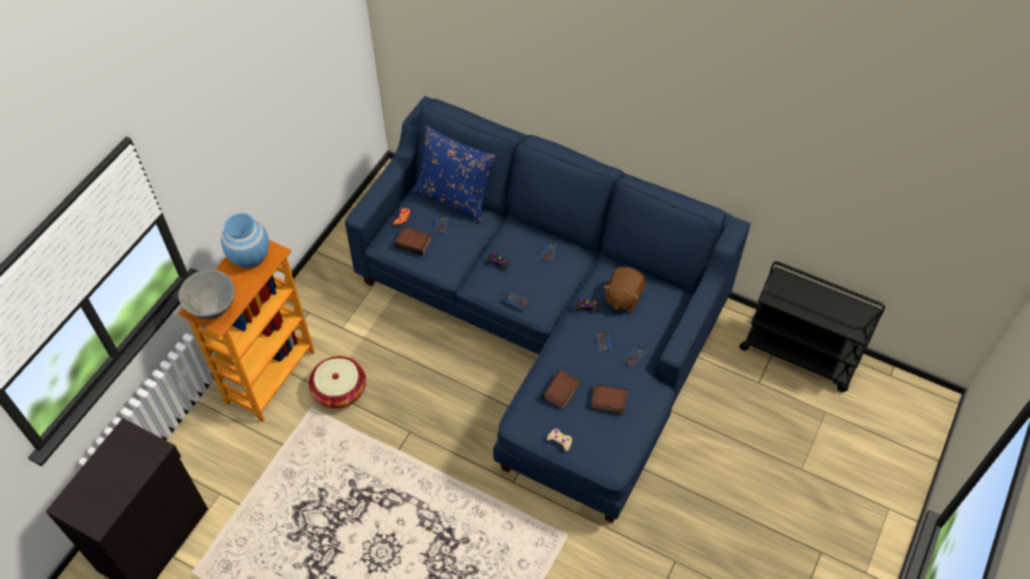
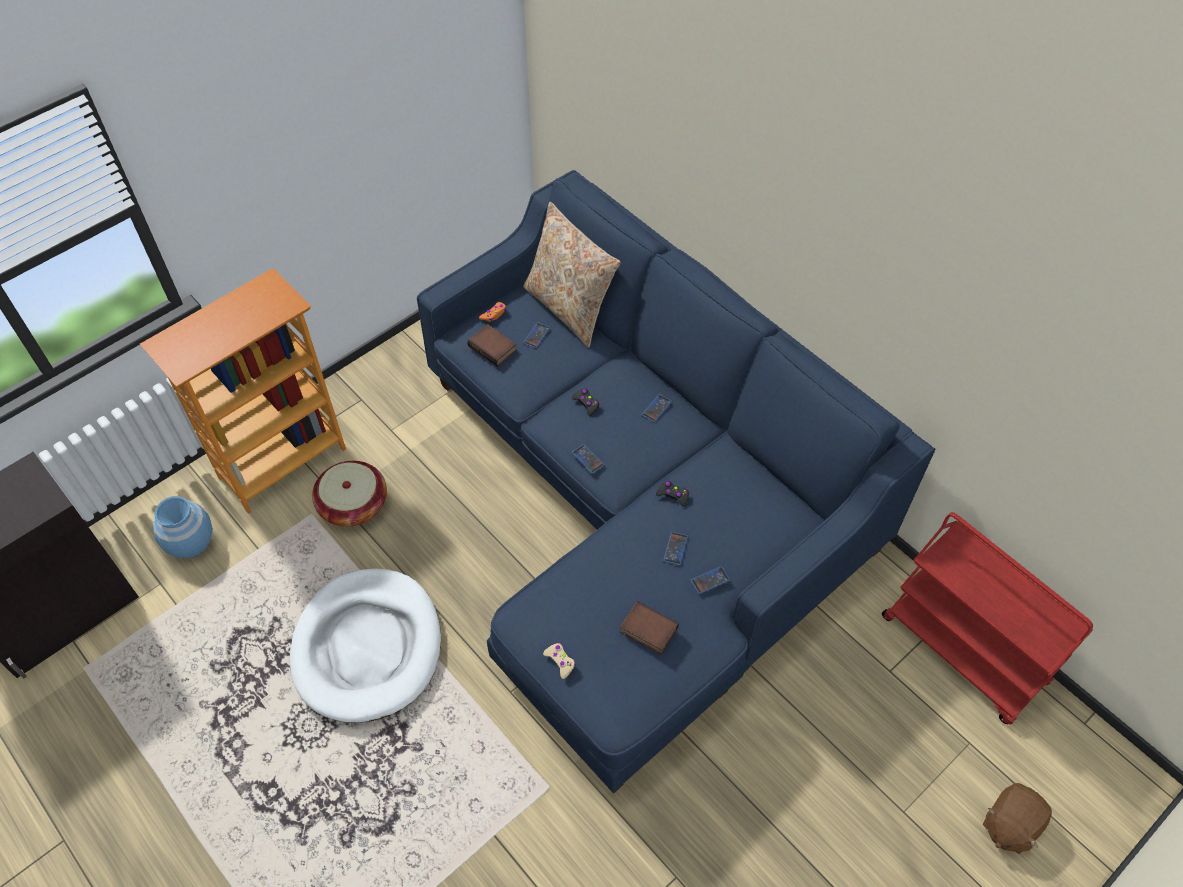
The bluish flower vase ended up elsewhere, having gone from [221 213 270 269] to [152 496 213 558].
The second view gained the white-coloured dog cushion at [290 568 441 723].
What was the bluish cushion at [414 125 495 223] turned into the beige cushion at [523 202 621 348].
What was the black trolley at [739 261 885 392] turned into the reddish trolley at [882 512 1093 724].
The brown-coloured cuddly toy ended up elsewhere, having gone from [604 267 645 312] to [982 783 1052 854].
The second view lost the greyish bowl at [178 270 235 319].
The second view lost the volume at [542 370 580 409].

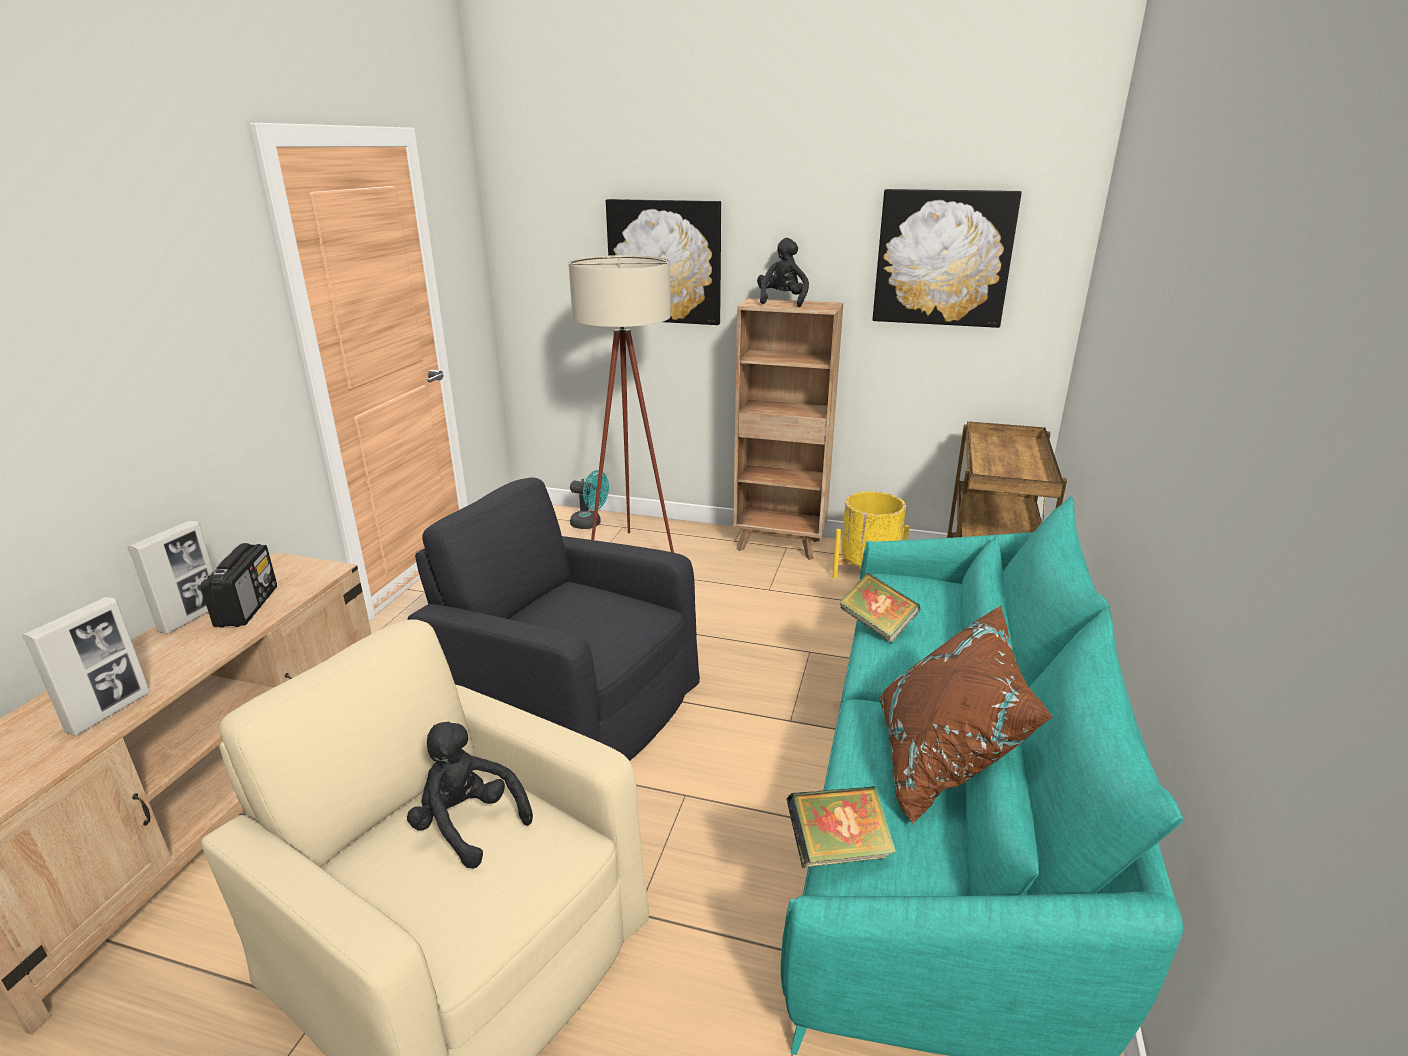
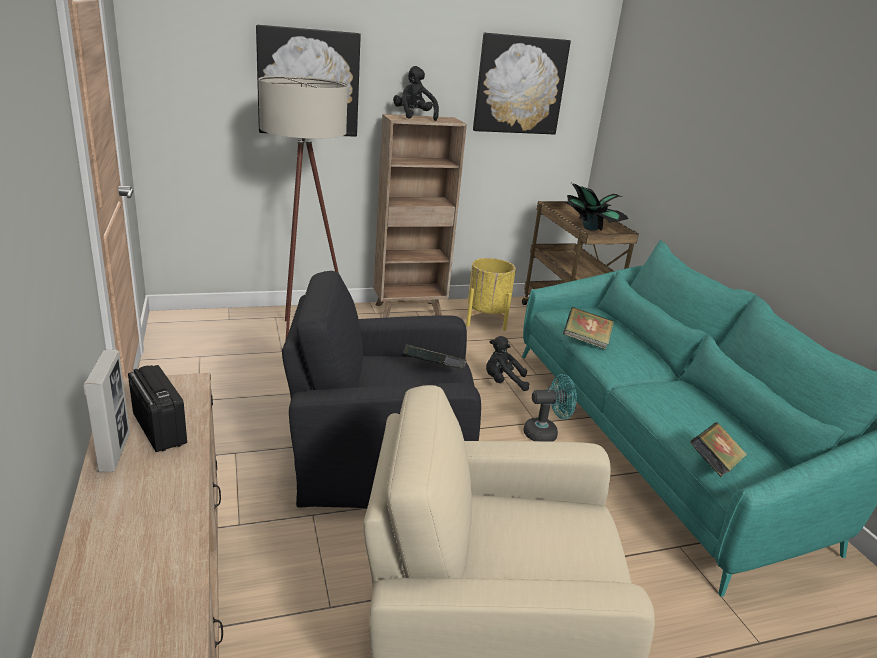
The second view gained the volume at [403 345 467 369].
The black cuddly toy ended up elsewhere, having gone from [407 722 533 869] to [486 336 529 391].
The blue-green fan ended up elsewhere, having gone from [570 470 609 529] to [523 374 577 442].
The second view gained the potted plant at [564 183 628 231].
The second view lost the standing frame at [22 597 150 736].
The second view lost the brown-coloured cushion at [880 605 1053 824].

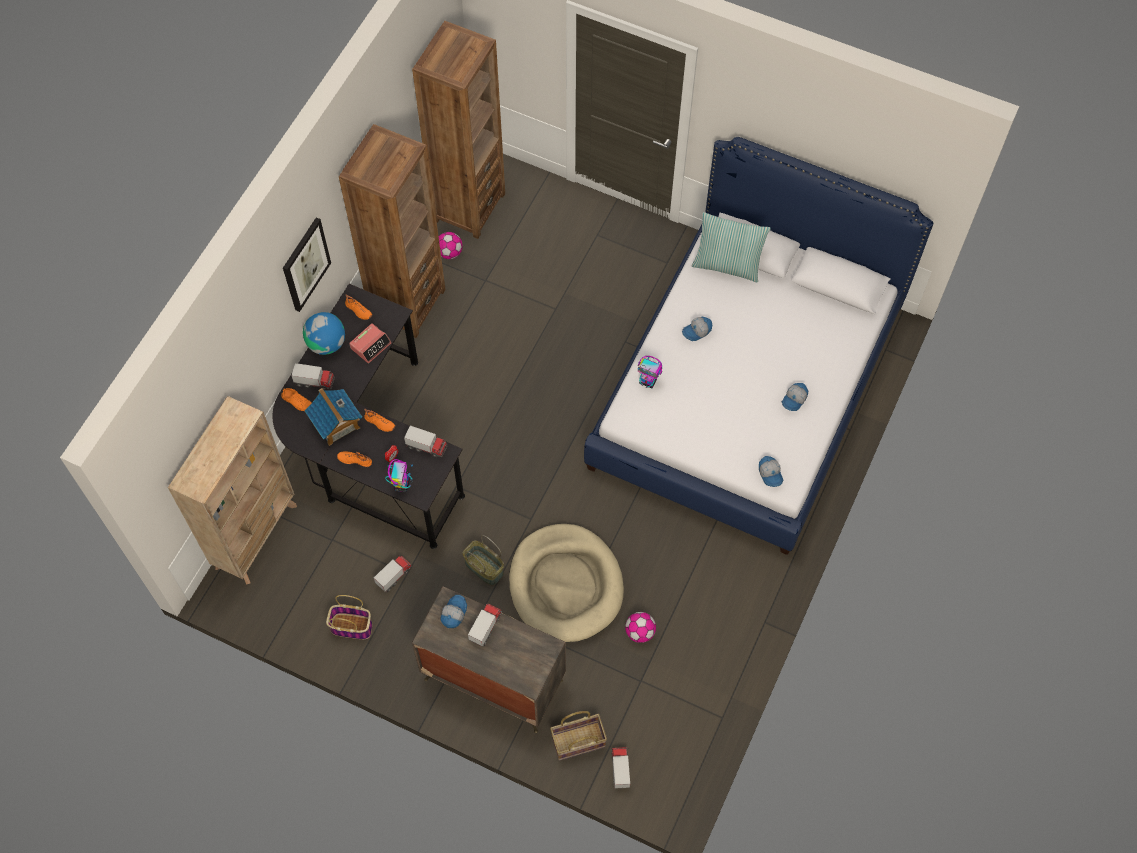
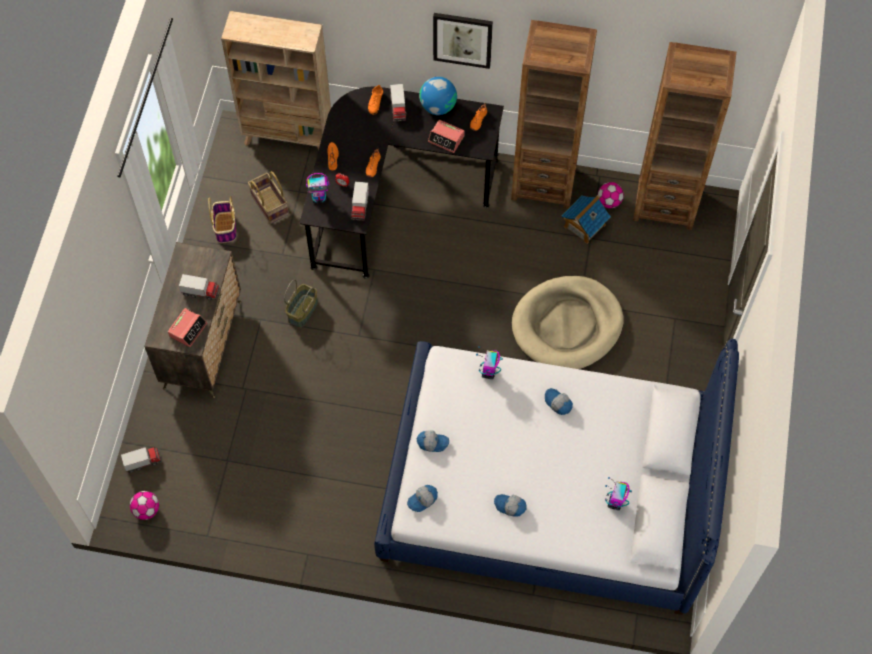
The football ball ended up elsewhere, having gone from [625 612 656 643] to [130 491 159 520].
The second view gained the table clock at [168 308 207 347].
The basket ended up elsewhere, having gone from [550 711 607 761] to [248 171 289 224].
The cap ended up elsewhere, having gone from [440 595 467 628] to [417 430 449 452].
The beige dog cushion ended up elsewhere, having gone from [509 524 624 642] to [512 276 624 369].
The model house ended up elsewhere, having gone from [305 388 362 446] to [561 195 611 244].
The second view gained the toy robot at [605 477 632 510].
The second view lost the model truck at [374 555 412 593].
The second view lost the cushion at [692 212 771 282].

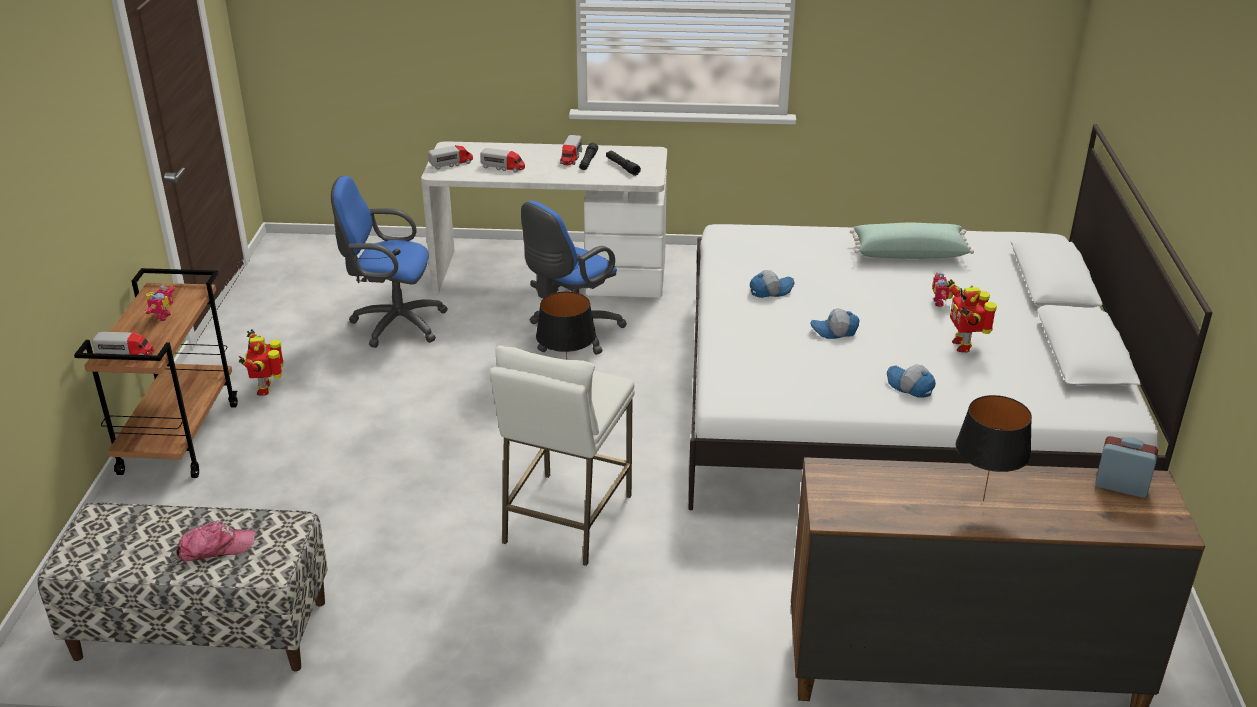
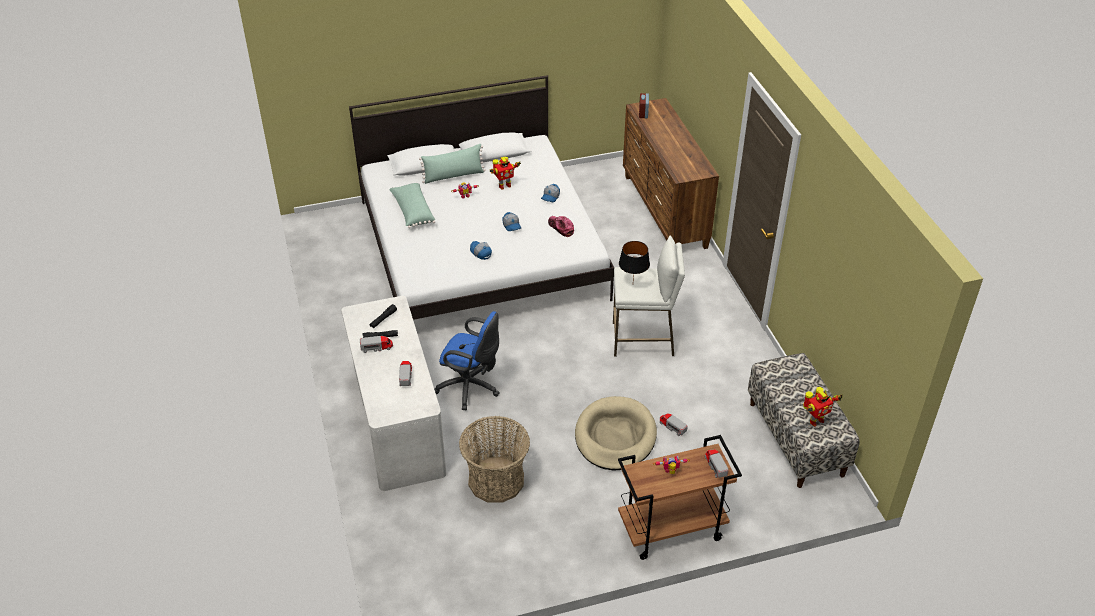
The second view gained the greenish cushion at [419 144 486 184].
Where the bluish office chair stood at [331 176 448 348], the basket came to stand at [459 416 530 503].
The cap ended up elsewhere, having gone from [176 521 255 562] to [548 216 574 237].
The second view gained the beige dog cushion at [575 396 657 471].
The model truck ended up elsewhere, having gone from [428 145 473 170] to [660 413 688 436].
The toy robot ended up elsewhere, having gone from [239 329 284 396] to [803 387 843 427].
The second view lost the black tabletop lamp at [956 395 1032 502].

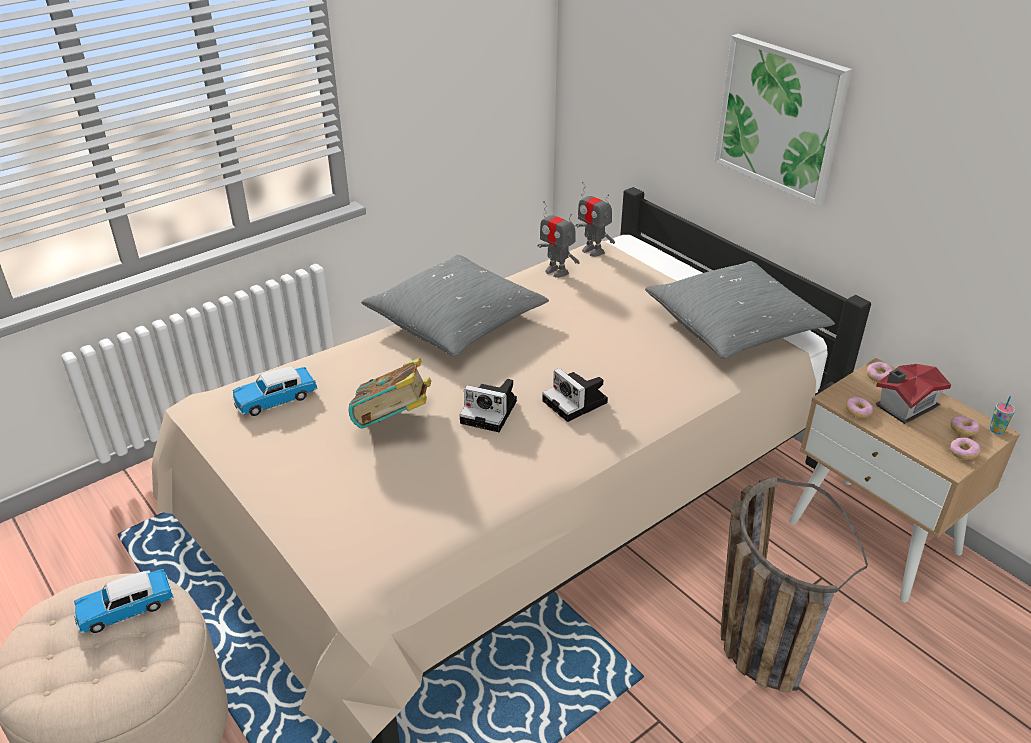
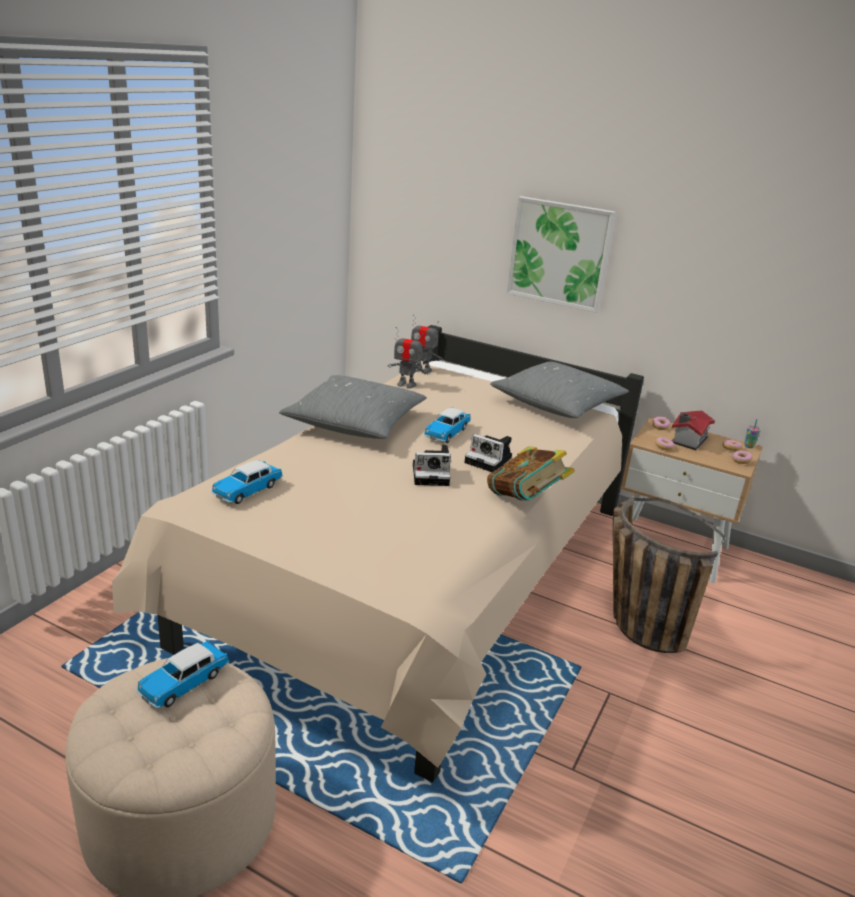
The second view gained the miniature car at [424 408 471 443].
The volume ended up elsewhere, having gone from [349 357 431 428] to [487 446 575 501].

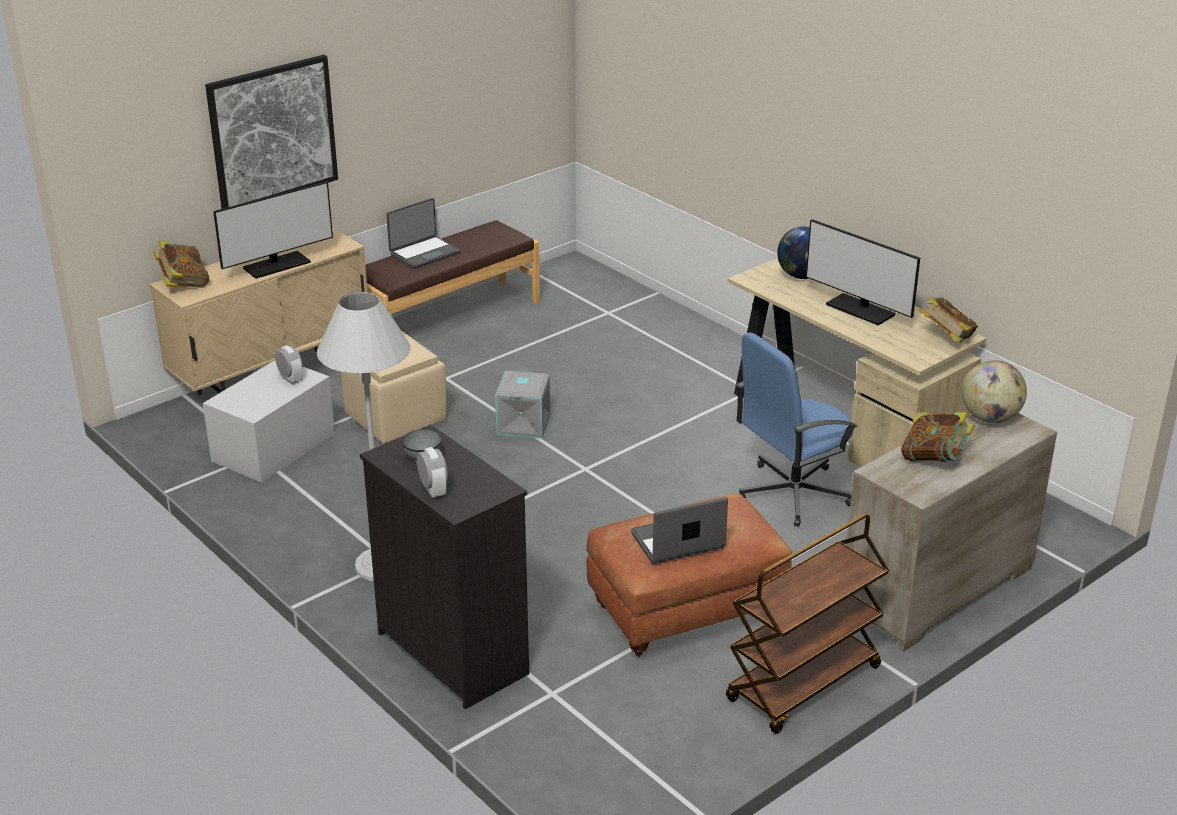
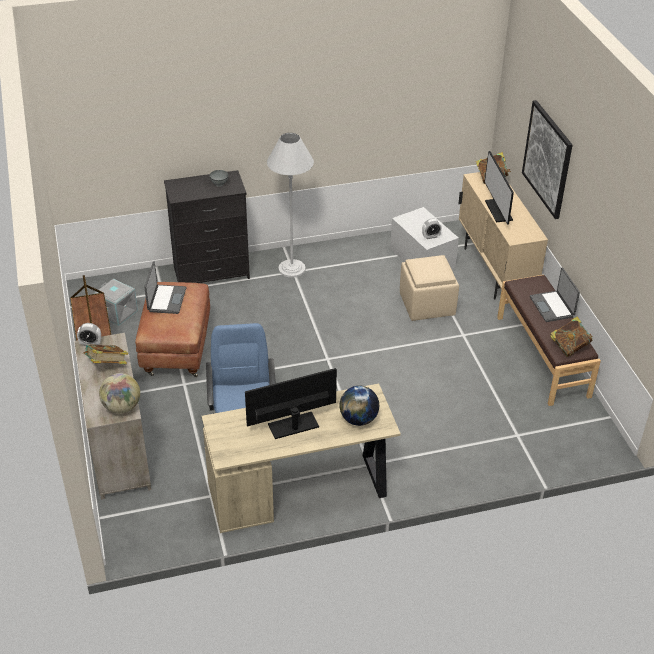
The table clock ended up elsewhere, having gone from [417 447 448 498] to [77 323 101 346].
The greyish storage container ended up elsewhere, having gone from [495 370 550 438] to [94 279 138 326].
The volume ended up elsewhere, having gone from [919 297 978 343] to [550 317 593 357].

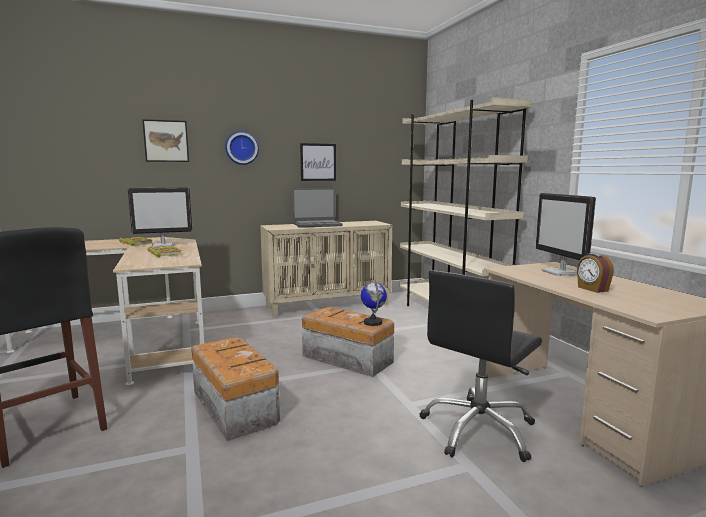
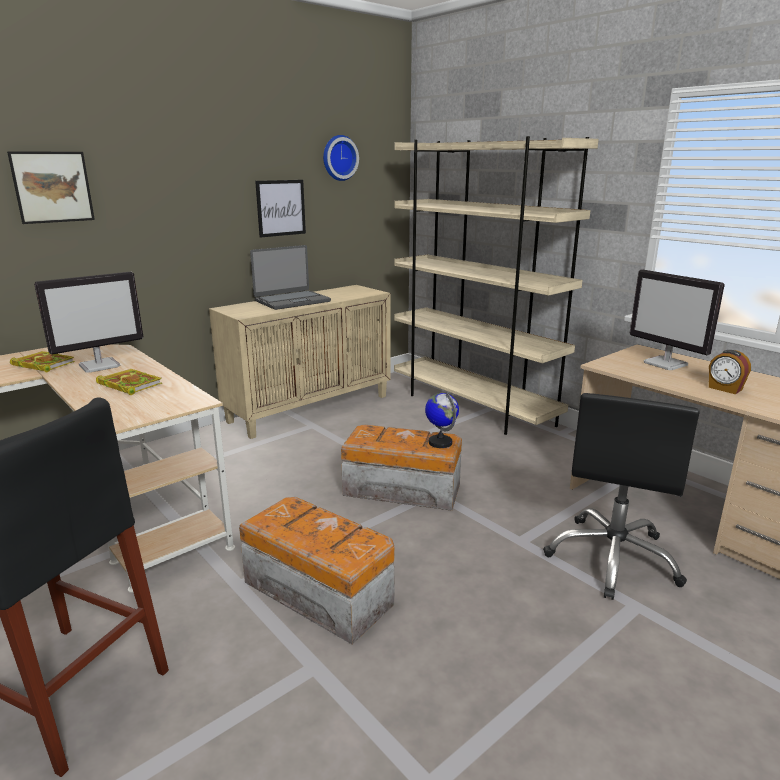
The clock on the wall ended up elsewhere, having gone from [225 131 259 165] to [323 135 359 181].

